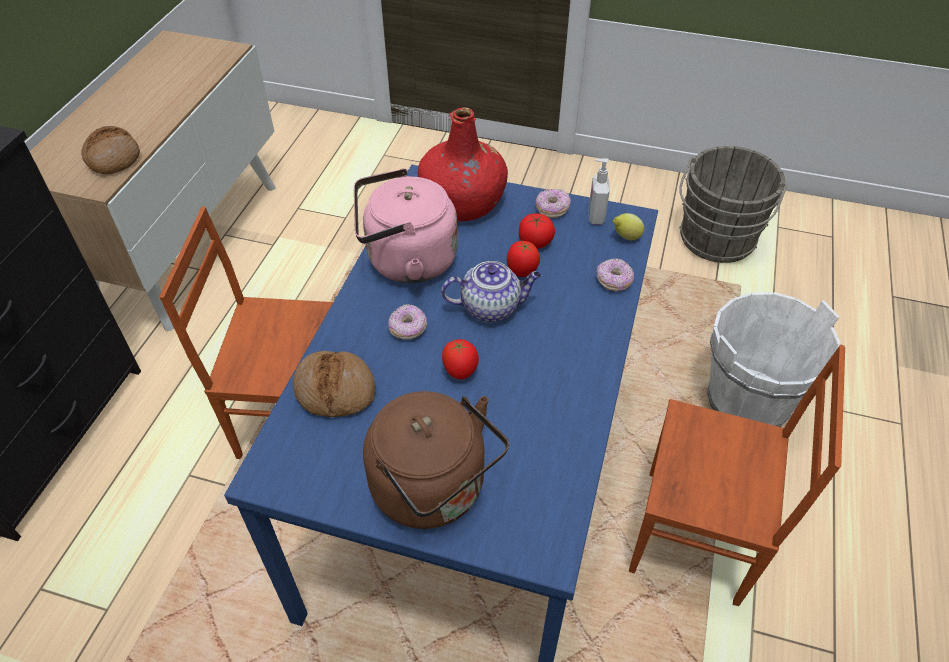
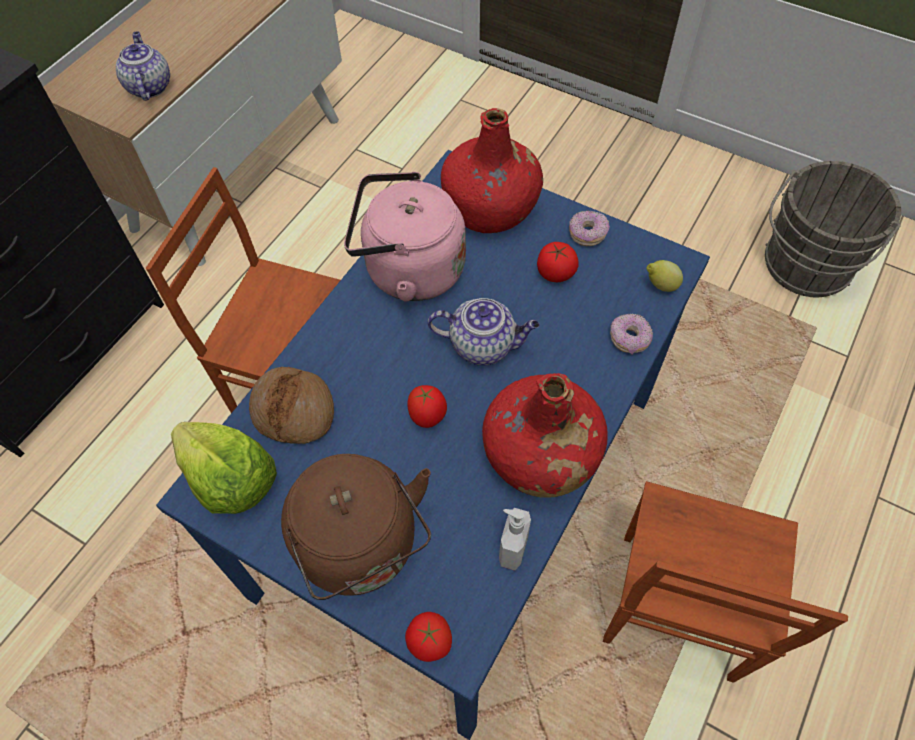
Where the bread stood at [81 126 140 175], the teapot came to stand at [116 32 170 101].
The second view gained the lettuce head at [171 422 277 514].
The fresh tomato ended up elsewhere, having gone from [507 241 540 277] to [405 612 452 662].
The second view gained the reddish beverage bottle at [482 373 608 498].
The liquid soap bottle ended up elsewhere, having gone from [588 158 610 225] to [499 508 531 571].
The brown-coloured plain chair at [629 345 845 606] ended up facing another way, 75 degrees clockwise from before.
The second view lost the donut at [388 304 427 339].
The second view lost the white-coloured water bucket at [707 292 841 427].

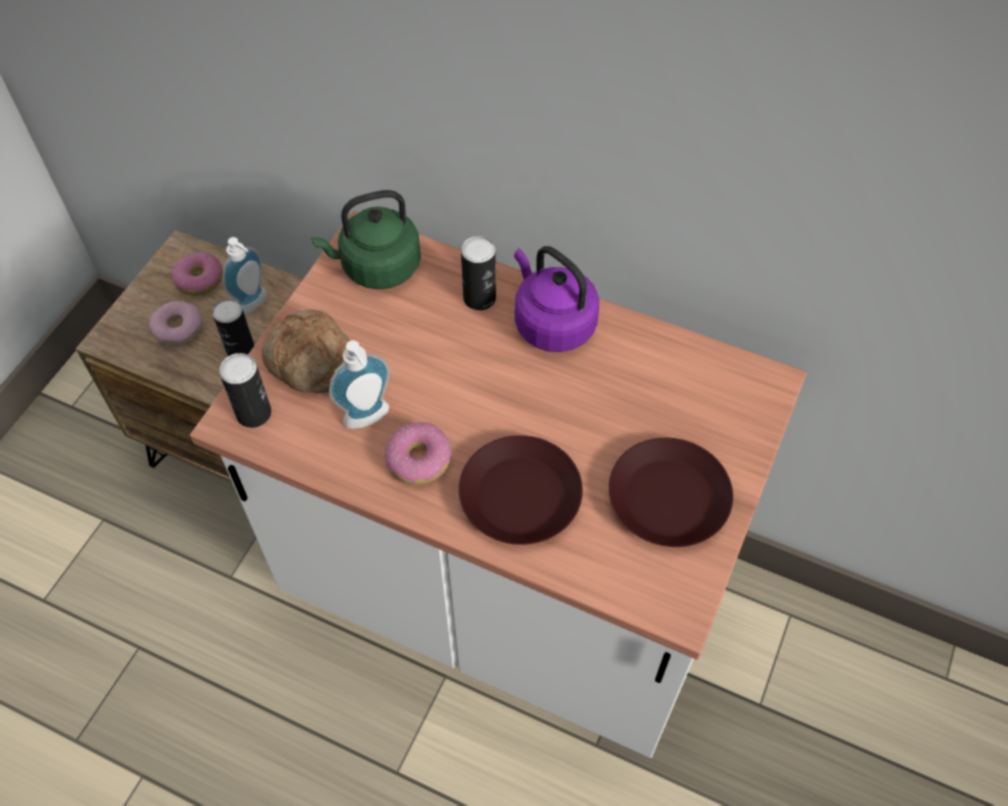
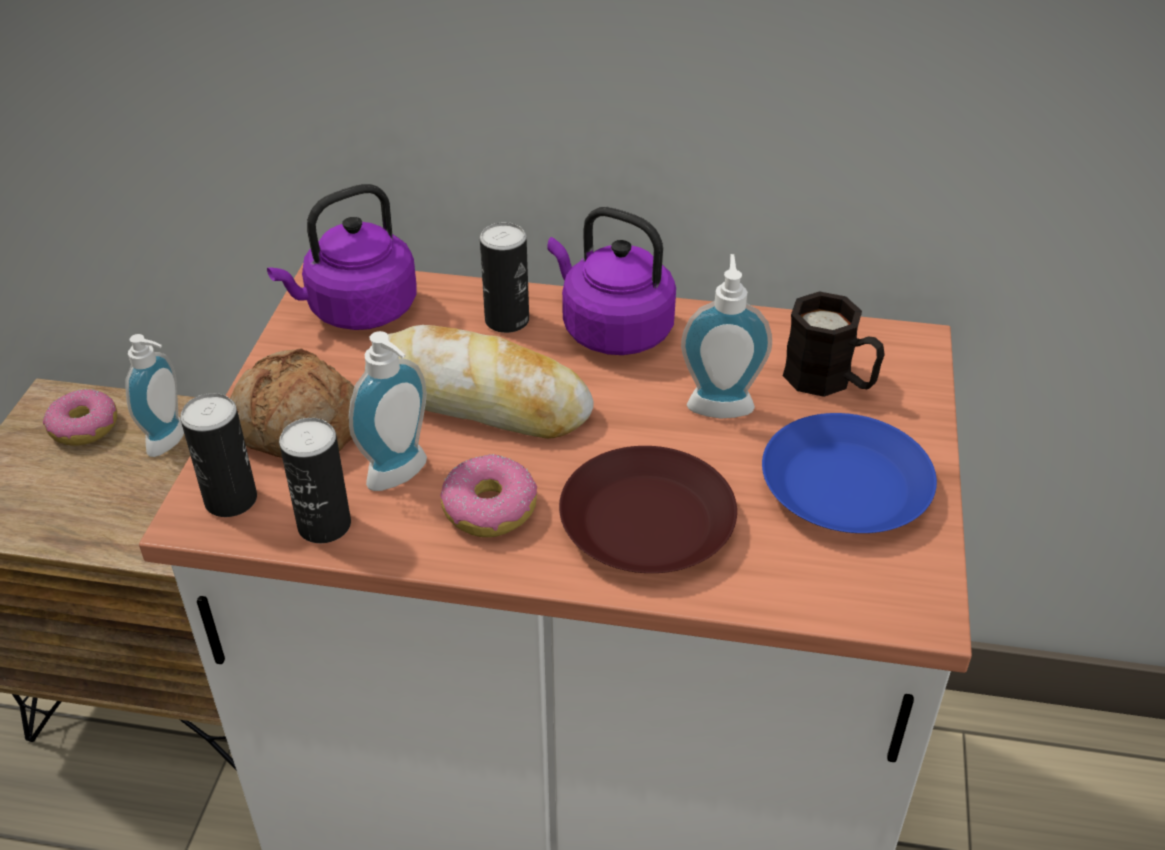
What was the greenish kettle at [311 190 421 289] turned into the purple-coloured kettle at [267 184 417 330].
The metal can ended up elsewhere, having gone from [212 299 255 356] to [279 418 351 543].
The second view gained the bread at [365 325 593 439].
The second view gained the liquid soap bottle at [681 254 772 418].
What was the brown-coloured plate at [609 438 733 547] turned into the bluish plate at [762 413 937 533].
The second view gained the black tea mug at [783 291 885 397].
The second view lost the donut at [149 301 203 347].

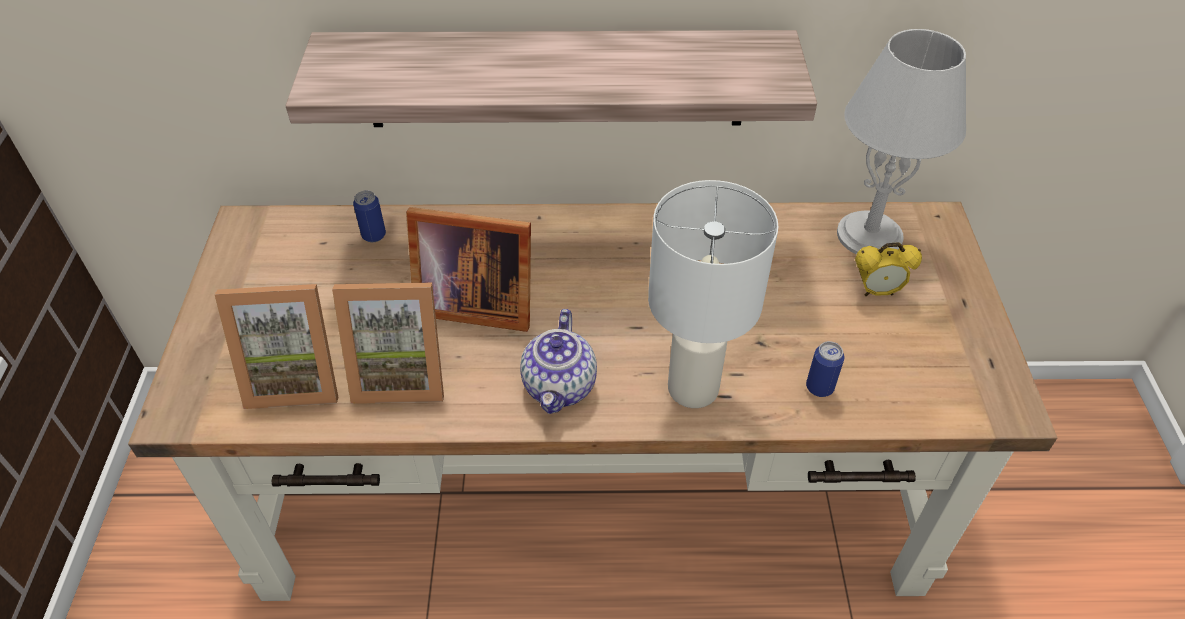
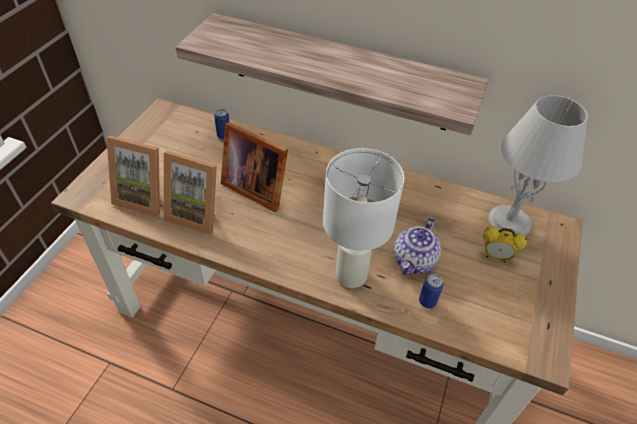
The teapot ended up elsewhere, having gone from [520 309 597 414] to [394 217 441 275].

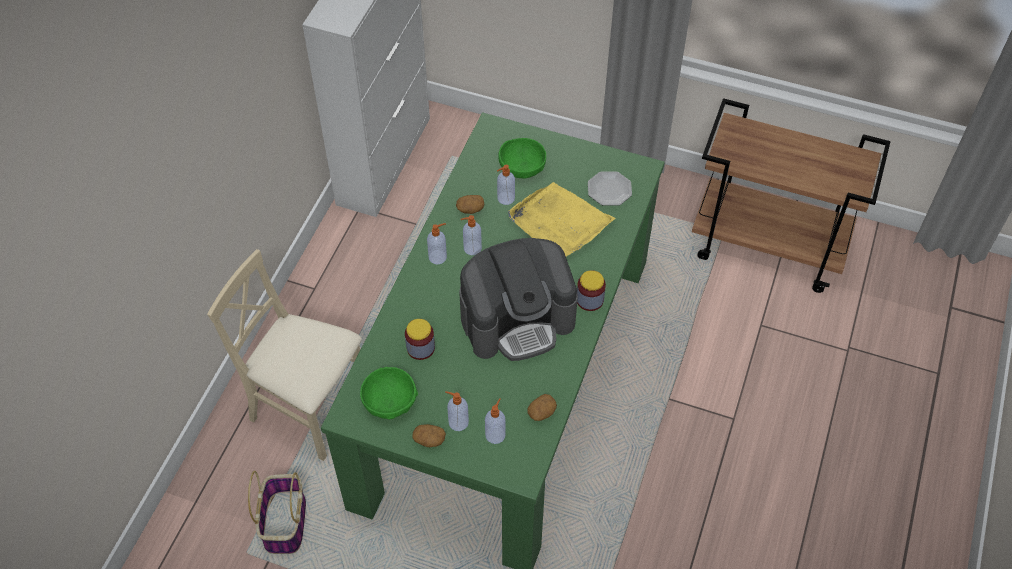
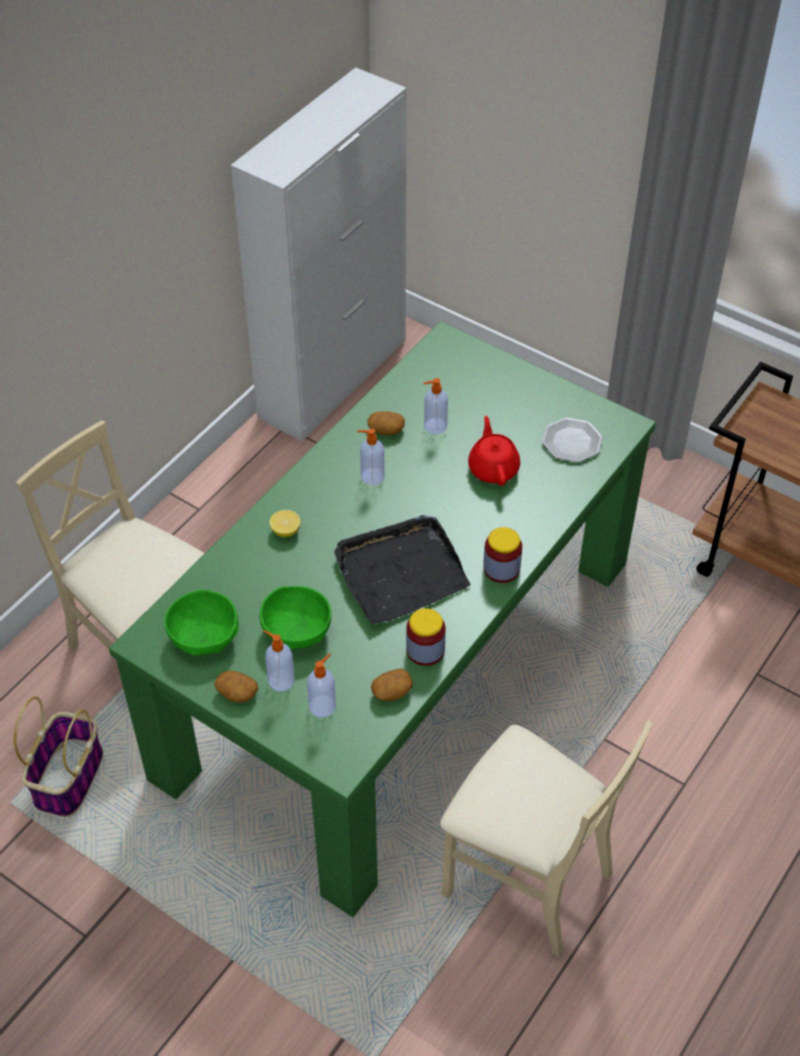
The greenish bowl ended up elsewhere, having gone from [498 138 546 179] to [260 586 331 649].
The second view gained the lemon at [269 510 301 537].
Where the coffee machine stood at [459 238 578 361], the black tray came to stand at [334 515 471 625].
The jar ended up elsewhere, having gone from [405 319 435 360] to [406 608 446 666].
The second view gained the beige plain chair at [440 720 653 958].
Where the yellow tray stood at [508 182 616 257], the reddish teapot came to stand at [468 416 520 486].
The second view lost the liquid soap bottle at [427 223 447 264].

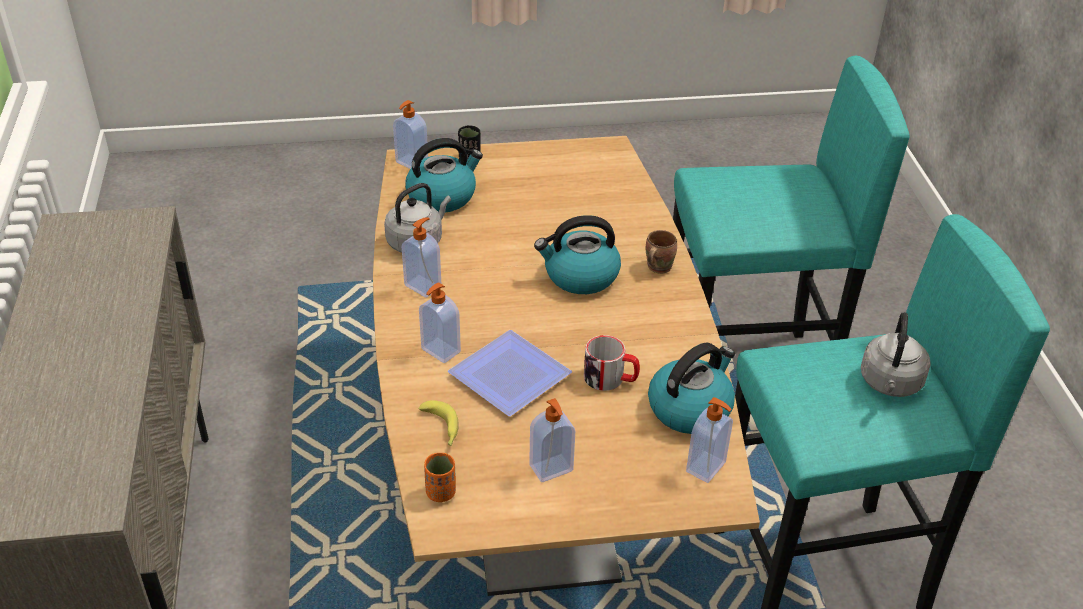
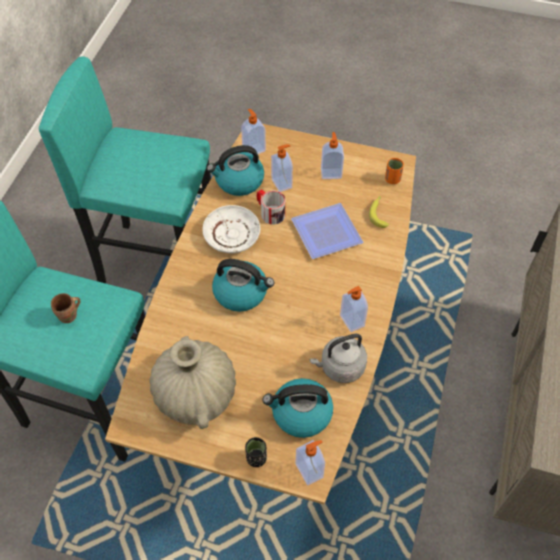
The brown-coloured tea mug ended up elsewhere, having gone from [646 230 677 274] to [51 293 81 323].
The second view gained the beige flower vase at [149 336 236 429].
The second view gained the white-coloured plate at [202 205 260 253].
The liquid soap bottle ended up elsewhere, having gone from [419 282 461 363] to [271 145 293 192].
The second view lost the greyish kettle at [861 312 931 397].

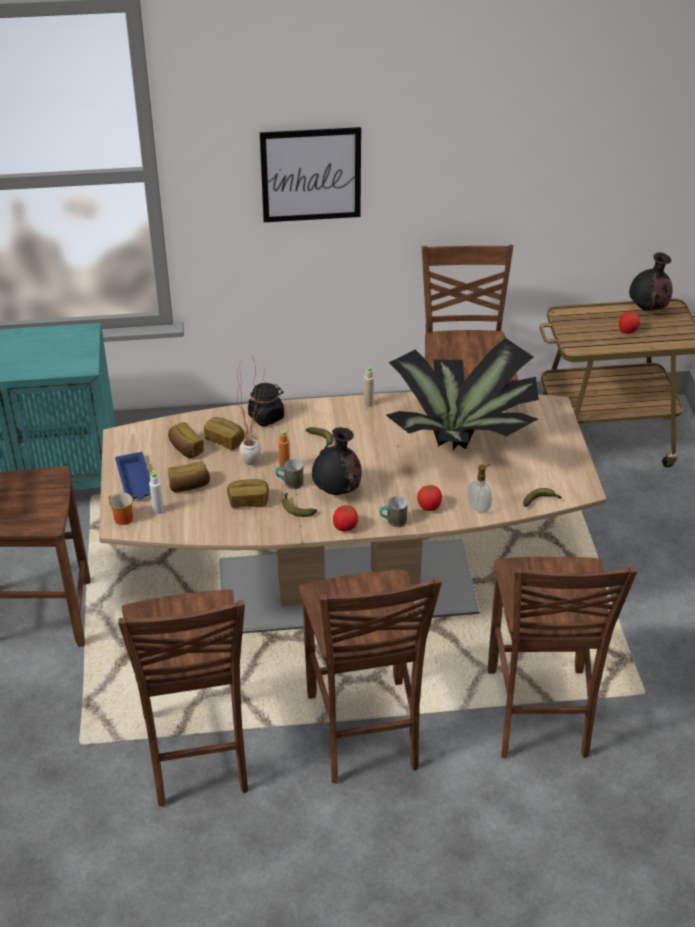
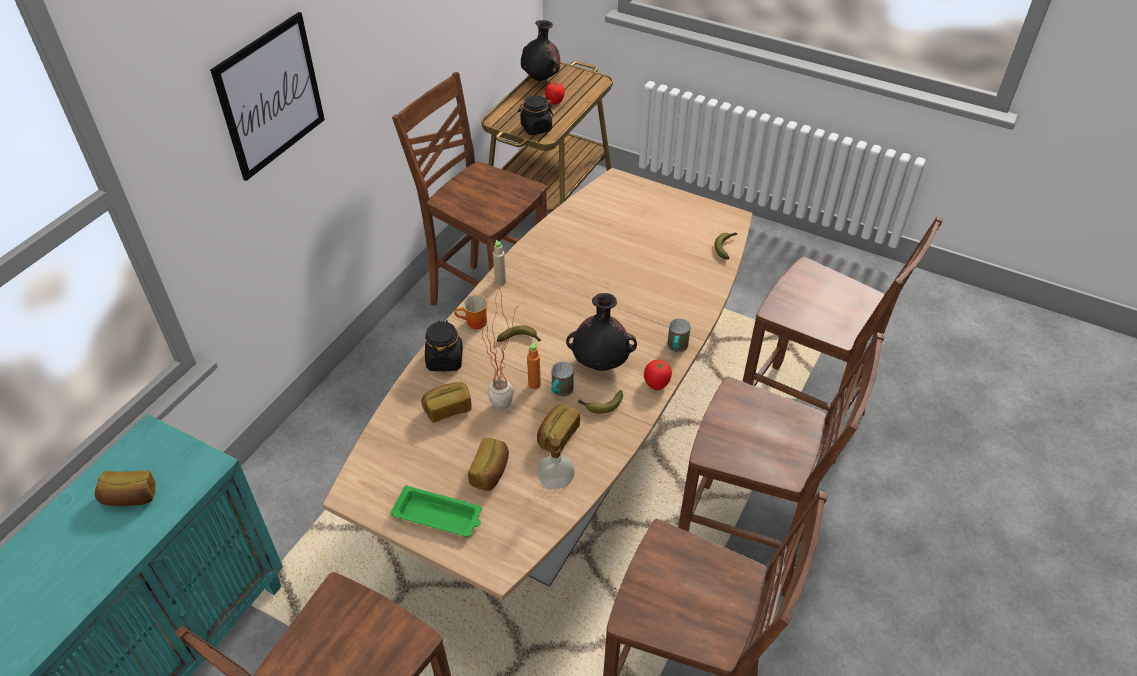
The bread ended up elsewhere, having gone from [168 422 204 458] to [95 471 156 506].
What was the bluish tray at [115 452 151 500] turned into the greenish tray at [391 485 482 537].
The tea mug ended up elsewhere, having gone from [109 493 133 525] to [454 295 488 329].
The second view gained the black jar at [518 95 553 135].
The liquid soap bottle ended up elsewhere, having gone from [467 464 492 513] to [537 434 575 489].
The second view lost the white-coloured beverage bottle at [149 470 164 514].
The second view lost the potted plant at [386 338 539 450].
The second view lost the fresh tomato at [417 485 442 511].

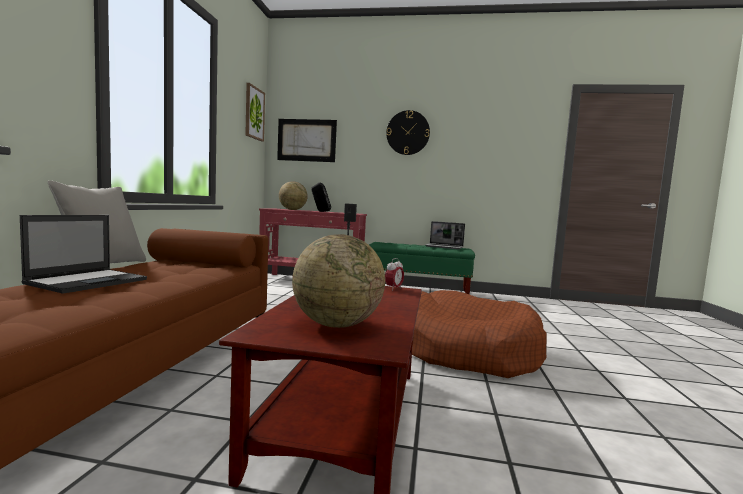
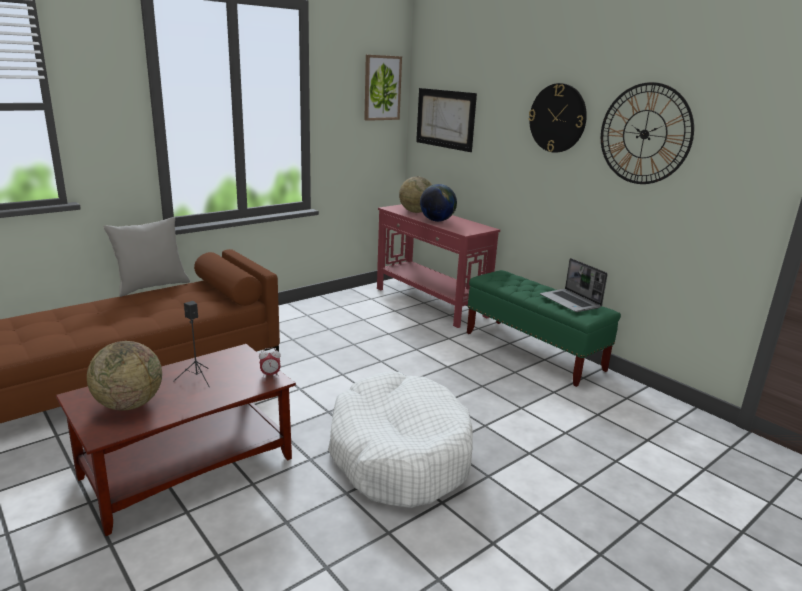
What was the brown-coloured dog cushion at [412 290 547 378] turned into the white-coloured dog cushion at [328 371 473 508].
Where the black loudspeaker stood at [311 182 331 212], the world globe came to stand at [420 184 457 222].
The second view gained the clock on the wall at [601 82 694 184].
The second view lost the laptop at [20 215 147 294].

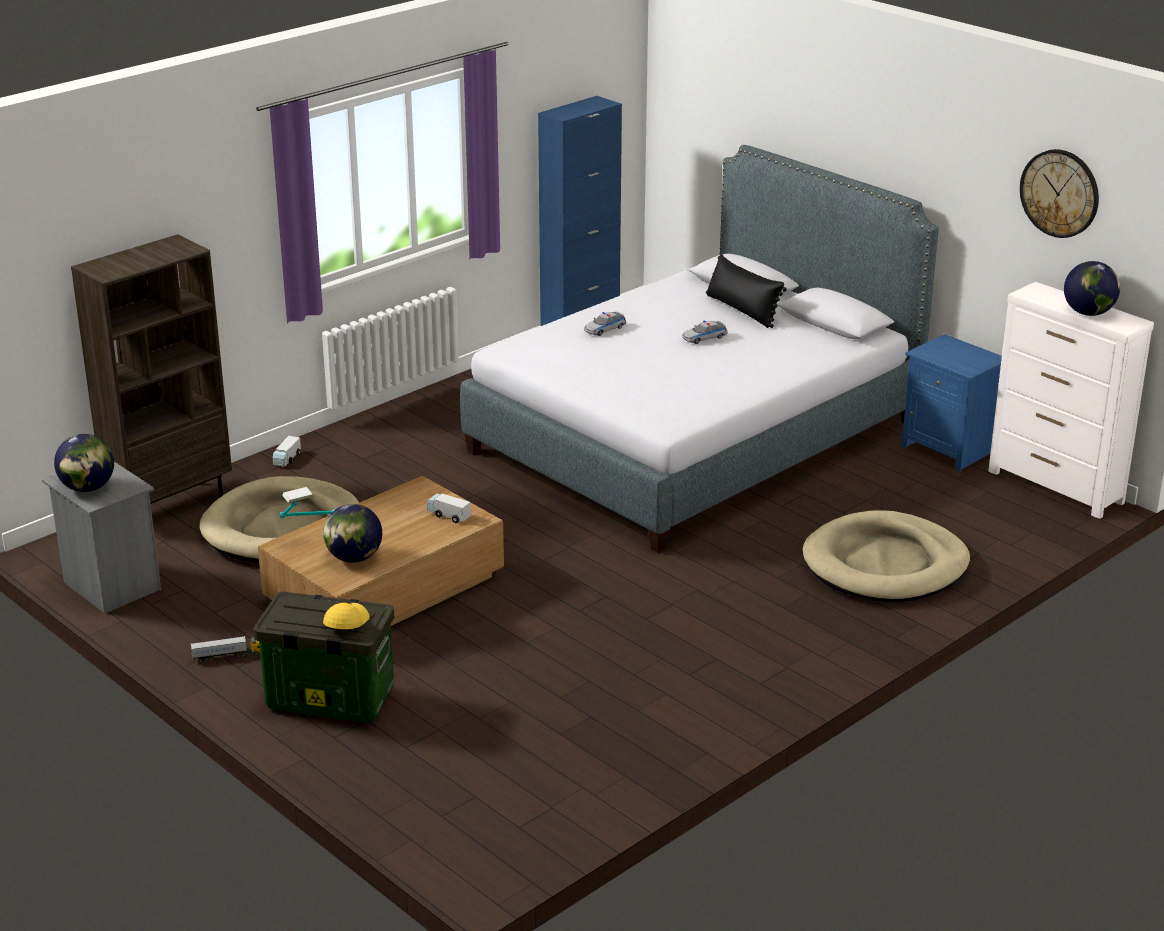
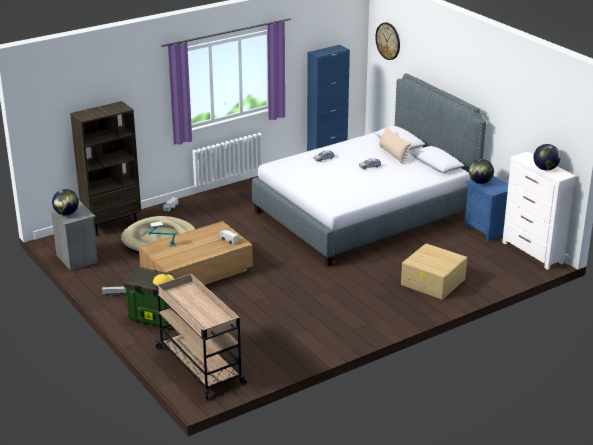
The second view gained the beige trolley at [154 274 247 399].
The clock on the wall ended up elsewhere, having gone from [1020 149 1099 238] to [375 22 400 60].
What was the black cushion at [706 254 787 328] turned into the beige cushion at [379 127 412 164].
Where the beige dog cushion stood at [803 510 970 602], the beige storage container came to stand at [401 243 467 300].
The world globe ended up elsewhere, having gone from [323 504 382 563] to [469 159 494 184].

